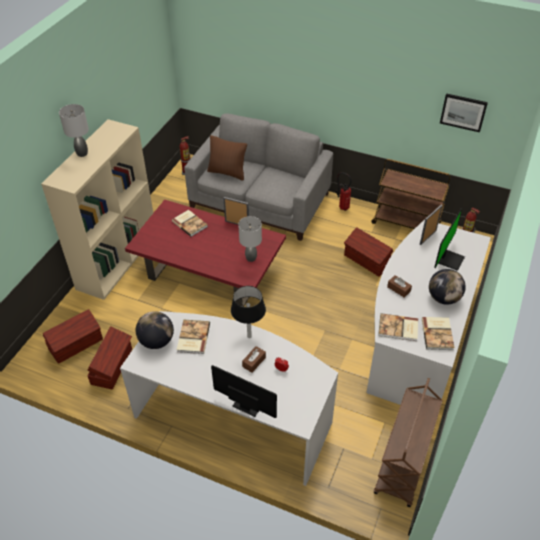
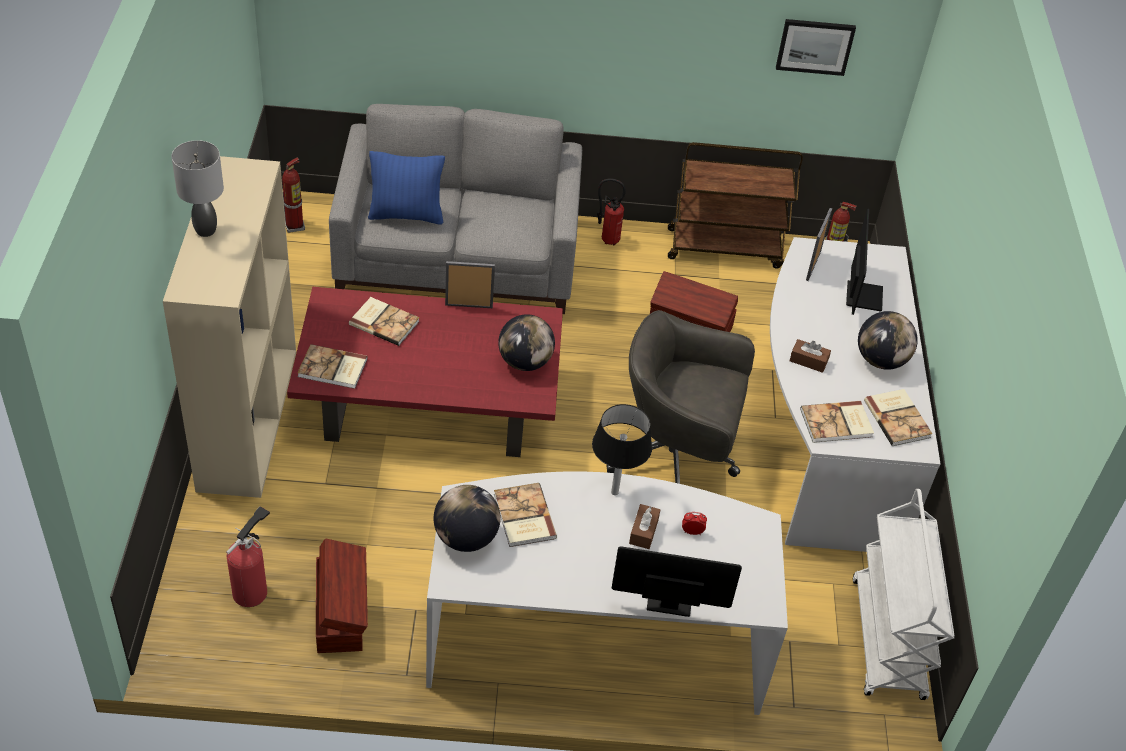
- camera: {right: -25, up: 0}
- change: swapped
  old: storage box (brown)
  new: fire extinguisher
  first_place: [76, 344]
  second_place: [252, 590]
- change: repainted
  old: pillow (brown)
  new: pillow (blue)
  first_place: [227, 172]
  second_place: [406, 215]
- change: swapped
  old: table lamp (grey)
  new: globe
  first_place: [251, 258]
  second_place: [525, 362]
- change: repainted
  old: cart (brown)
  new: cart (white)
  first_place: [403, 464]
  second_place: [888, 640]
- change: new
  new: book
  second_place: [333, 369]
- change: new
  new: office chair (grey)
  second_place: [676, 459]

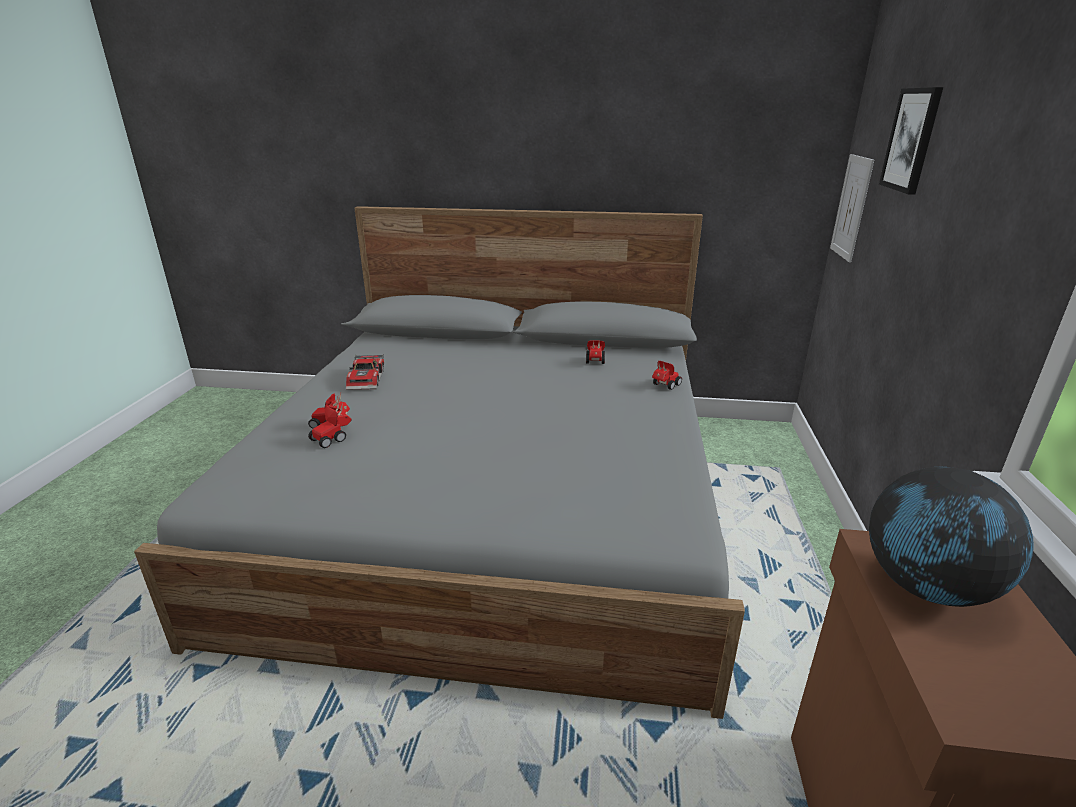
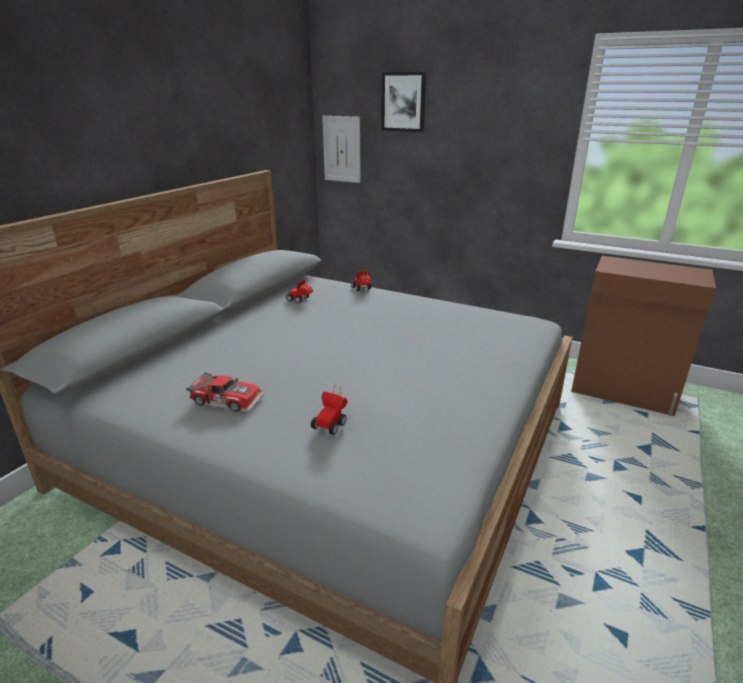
- camera: {right: -70, up: 0}
- change: gone
  old: toy car
  first_place: [333, 438]
- change: gone
  old: globe
  first_place: [927, 587]

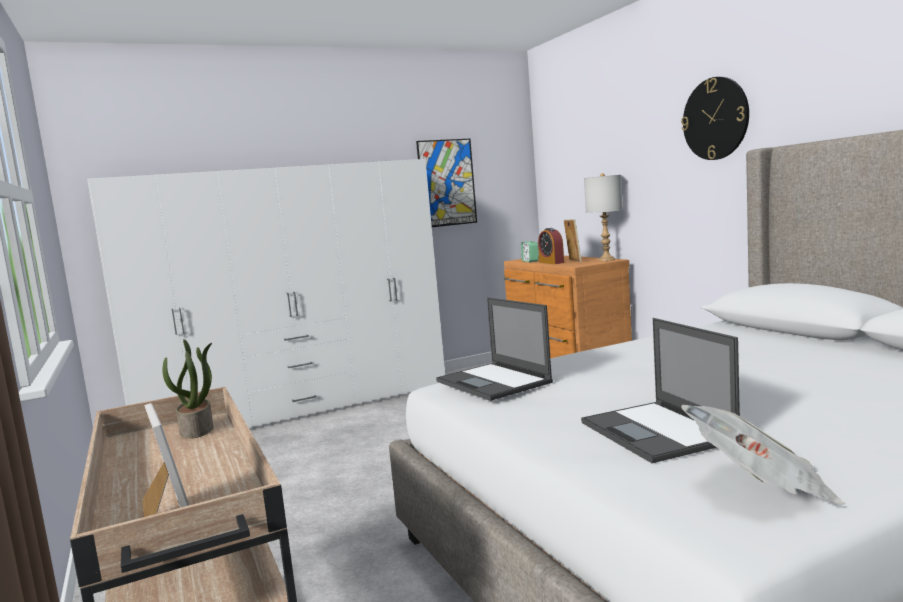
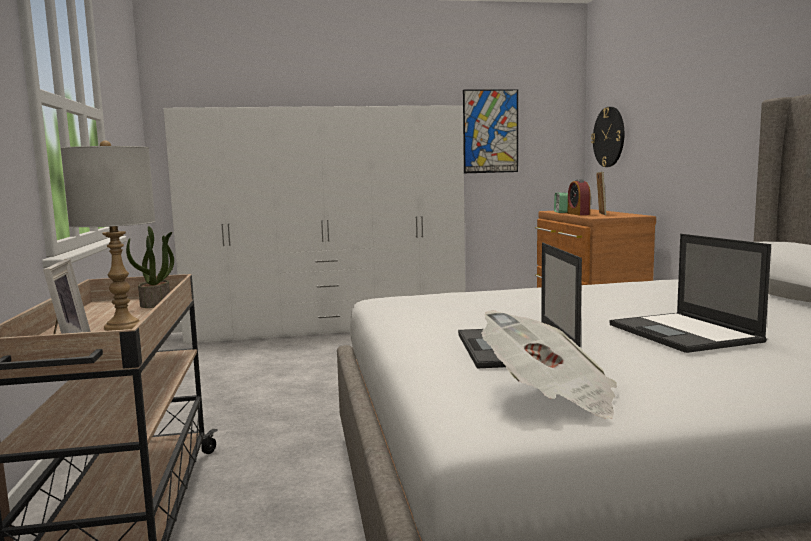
- camera: {right: 15, up: 0}
- change: shifted
  old: laptop
  first_place: [494, 382]
  second_place: [684, 333]
- change: shifted
  old: table lamp (grey)
  first_place: [606, 260]
  second_place: [122, 326]
- change: shifted
  old: wall clock
  first_place: [715, 119]
  second_place: [609, 137]

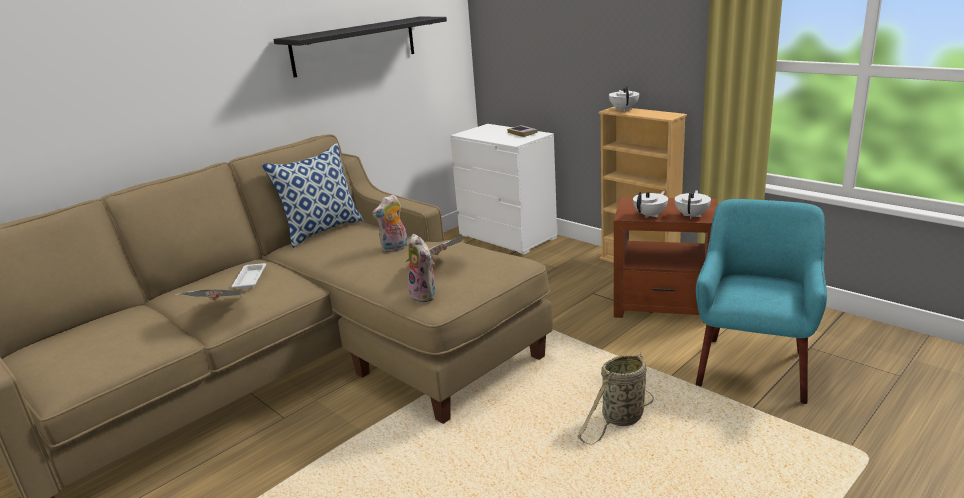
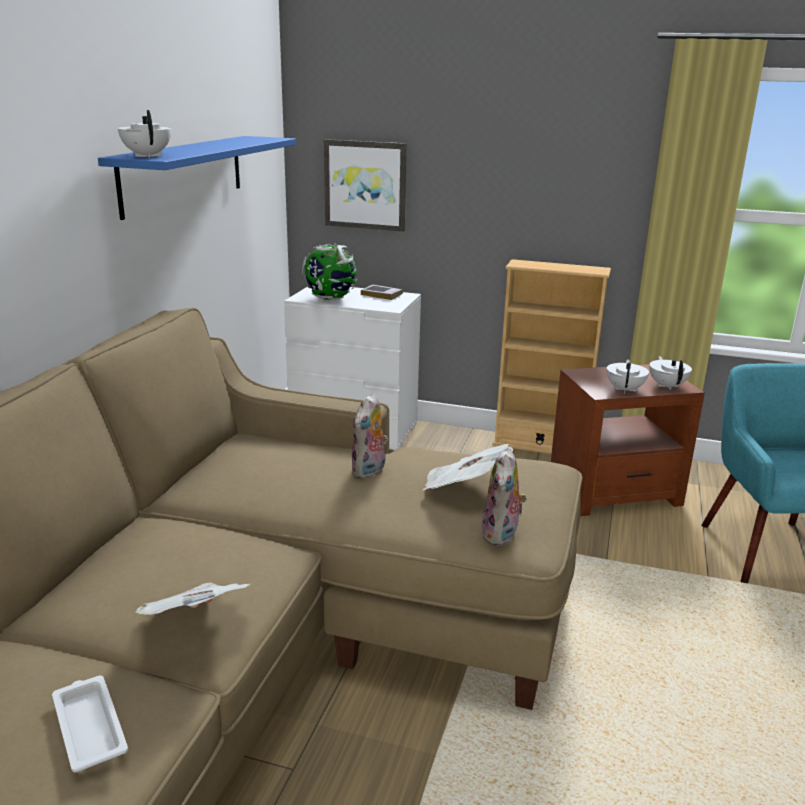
- camera: {right: -30, up: 0}
- change: shifted
  old: tray (white)
  first_place: [250, 279]
  second_place: [89, 727]
- change: gone
  old: pillow
  first_place: [322, 230]
- change: repainted
  old: shelf (black)
  new: shelf (blue)
  first_place: [354, 46]
  second_place: [184, 173]
- change: rotated
  old: plush toy
  first_place: [425, 295]
  second_place: [502, 535]
  degrees: 75
- change: gone
  old: basket
  first_place: [621, 419]
- change: shifted
  old: teapot (white)
  first_place: [624, 109]
  second_place: [147, 156]
- change: new
  new: globe
  second_place: [330, 299]
- change: new
  new: picture
  second_place: [365, 185]

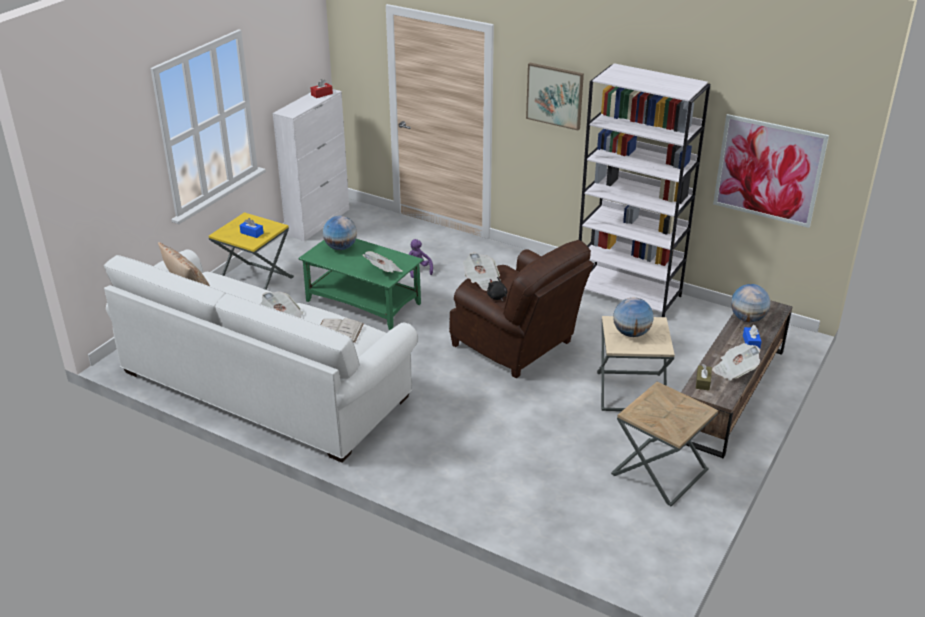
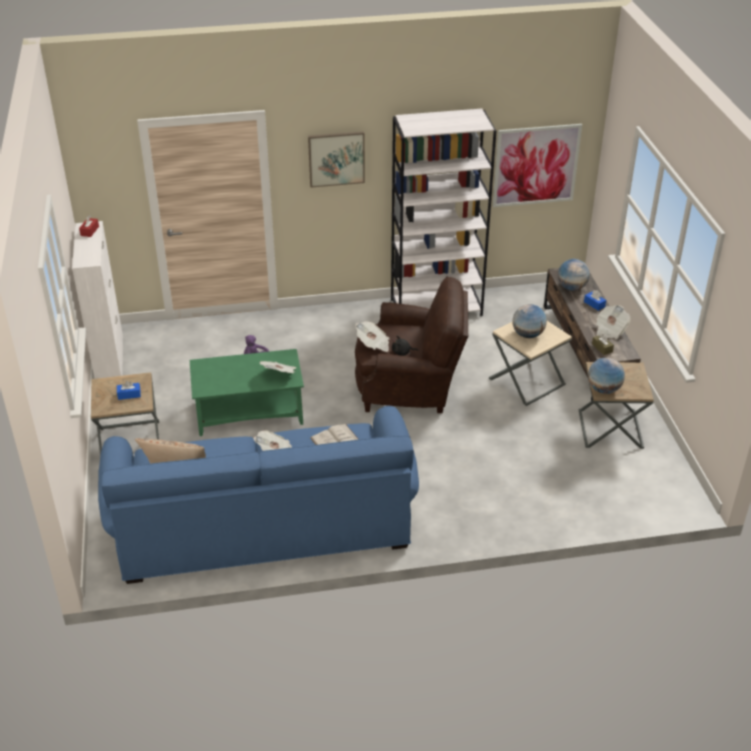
- camera: {right: -40, up: 5}
- change: repainted
  old: sofa (white)
  new: sofa (blue)
  first_place: [265, 384]
  second_place: [263, 523]
- change: repainted
  old: side table (yellow)
  new: side table (brown)
  first_place: [255, 283]
  second_place: [130, 443]
- change: shifted
  old: globe
  first_place: [340, 247]
  second_place: [603, 389]

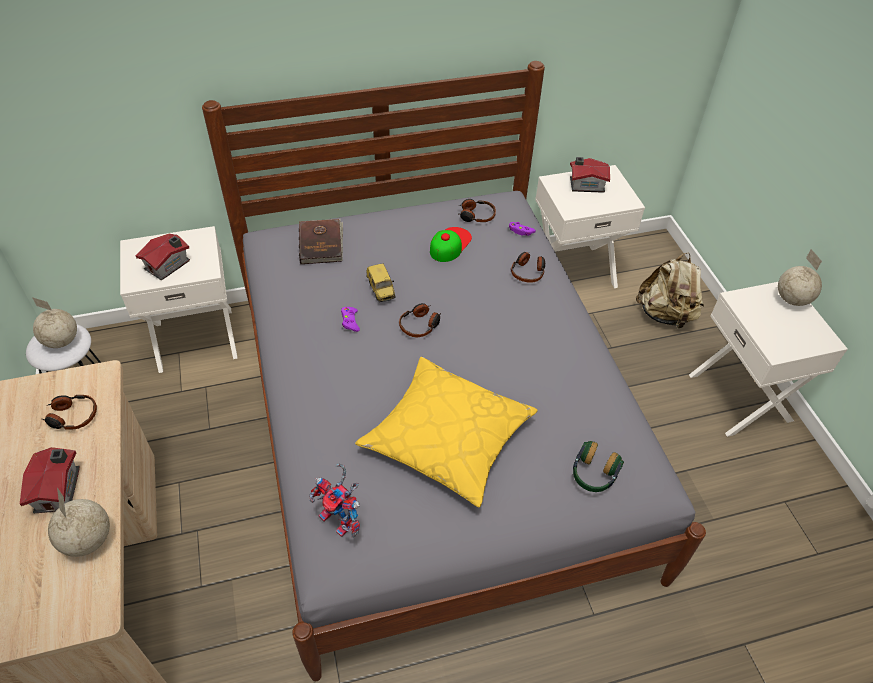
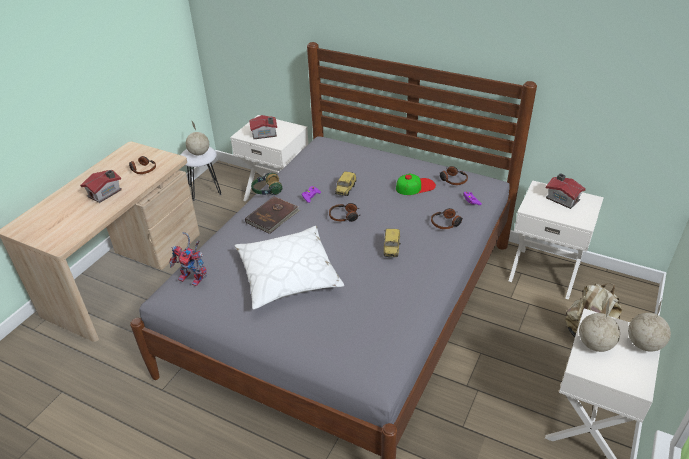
- camera: {right: 45, up: -10}
- change: shifted
  old: globe
  first_place: [88, 539]
  second_place: [595, 344]
- change: shifted
  old: book (brown)
  first_place: [321, 243]
  second_place: [273, 216]
- change: rotated
  old: toy robot
  first_place: [342, 520]
  second_place: [194, 278]
  degrees: -60
- change: repainted
  old: pillow (yellow)
  new: pillow (white)
  first_place: [447, 438]
  second_place: [288, 275]
- change: shifted
  old: headphones
  first_place: [593, 475]
  second_place: [266, 190]
- change: new
  new: toy car
  second_place: [392, 249]

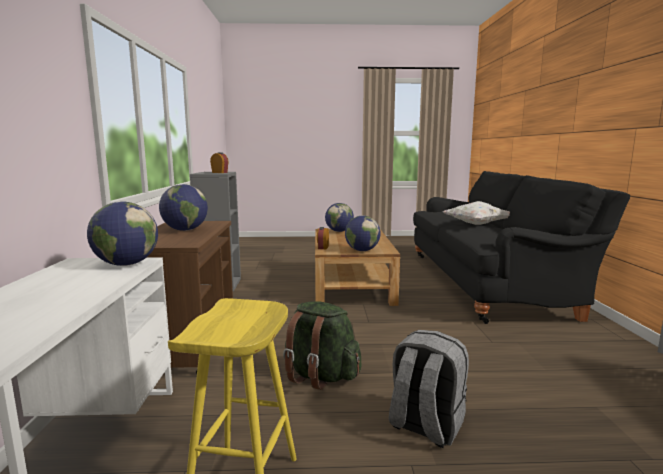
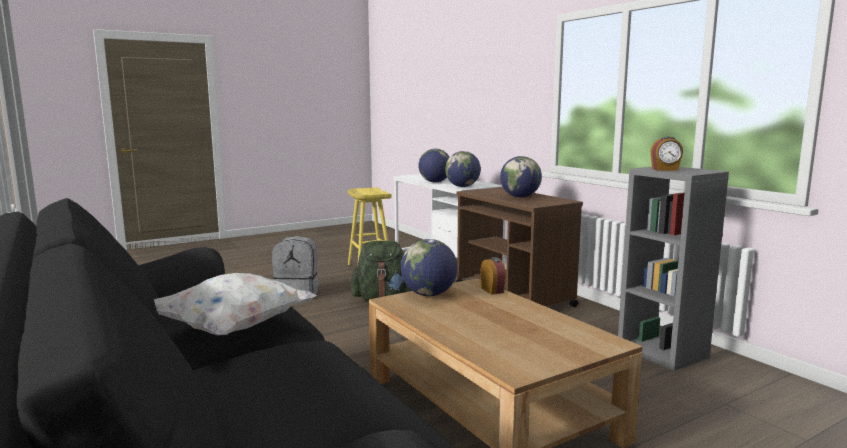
- camera: {right: 150, up: 0}
- change: shifted
  old: globe
  first_place: [339, 231]
  second_place: [435, 182]

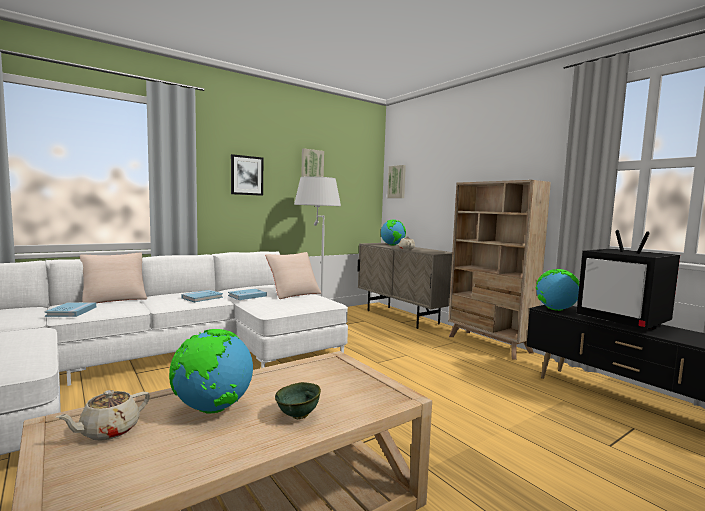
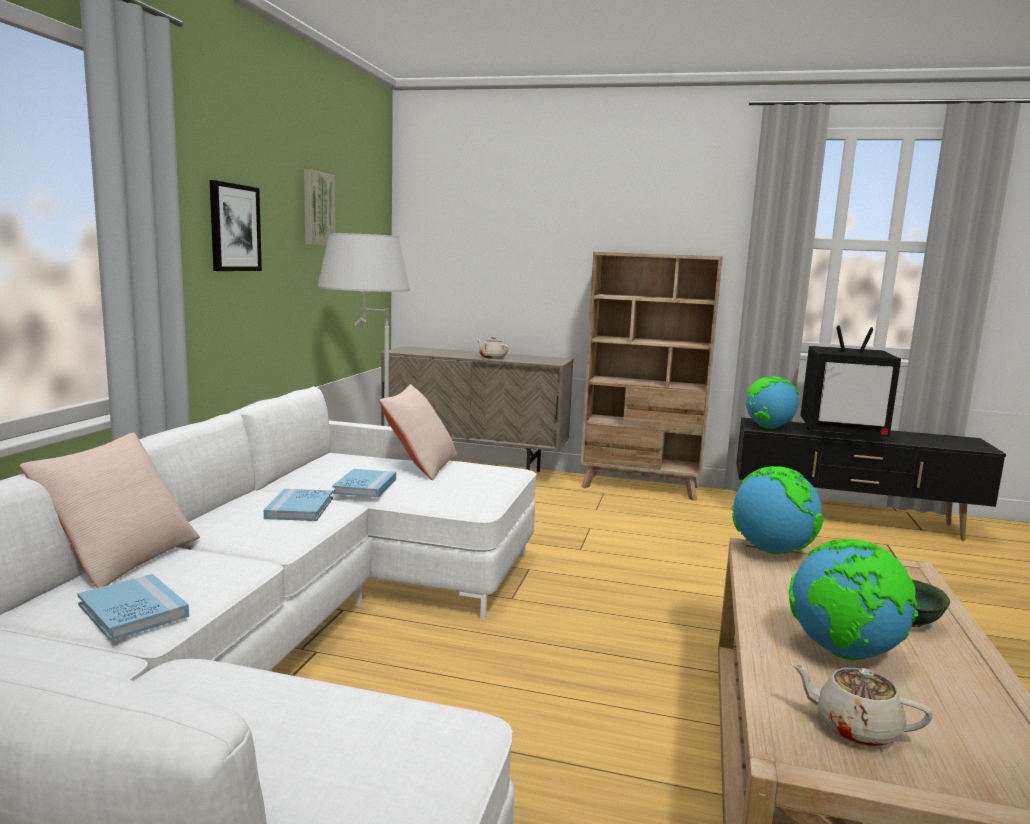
- camera: {right: -40, up: 5}
- change: rotated
  old: teapot (beige)
  first_place: [108, 431]
  second_place: [854, 728]
  degrees: 120
- change: shifted
  old: globe
  first_place: [392, 245]
  second_place: [771, 551]
- change: gone
  old: picture
  first_place: [397, 182]

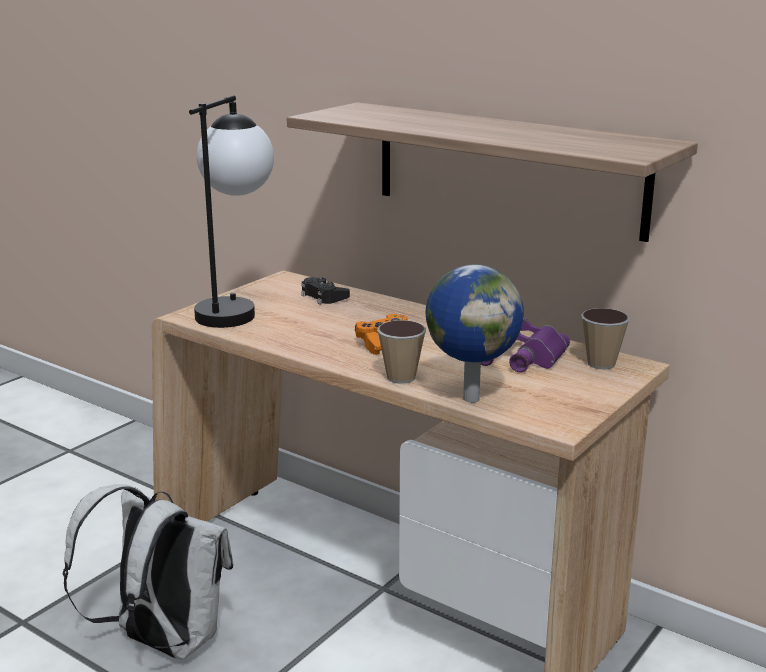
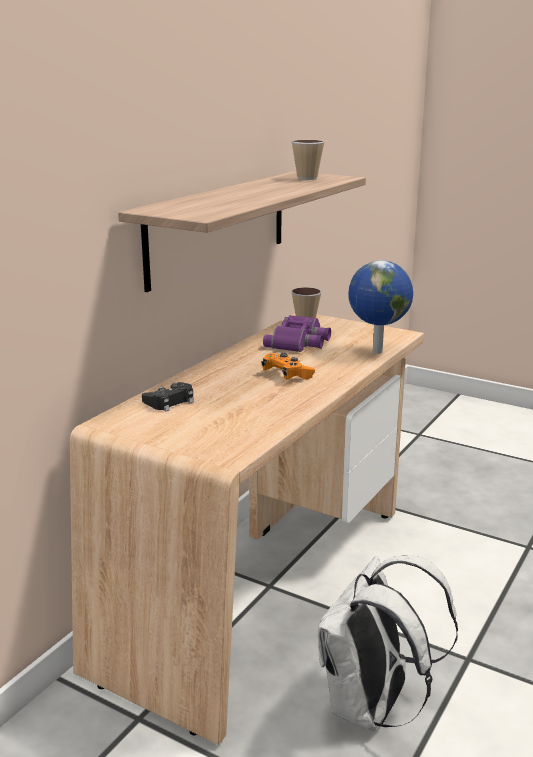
- camera: {right: -95, up: 0}
- change: gone
  old: table lamp
  first_place: [235, 308]
- change: shifted
  old: cup
  first_place: [401, 377]
  second_place: [307, 178]

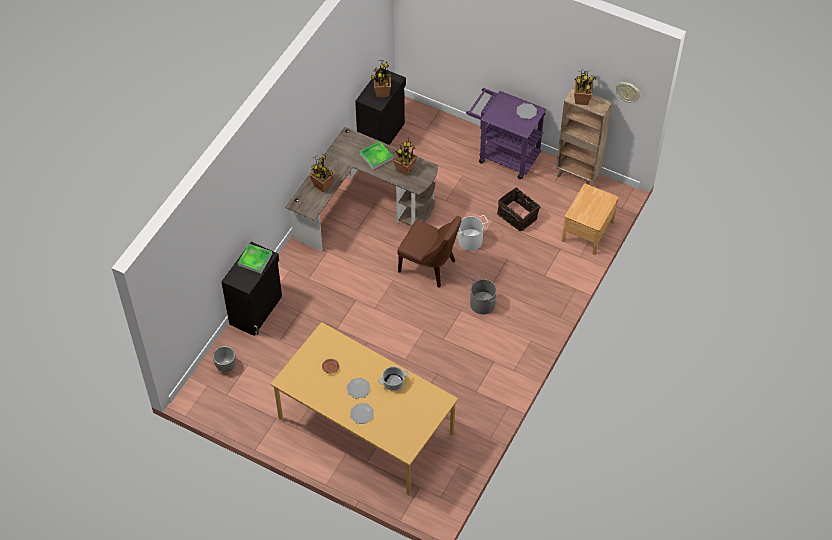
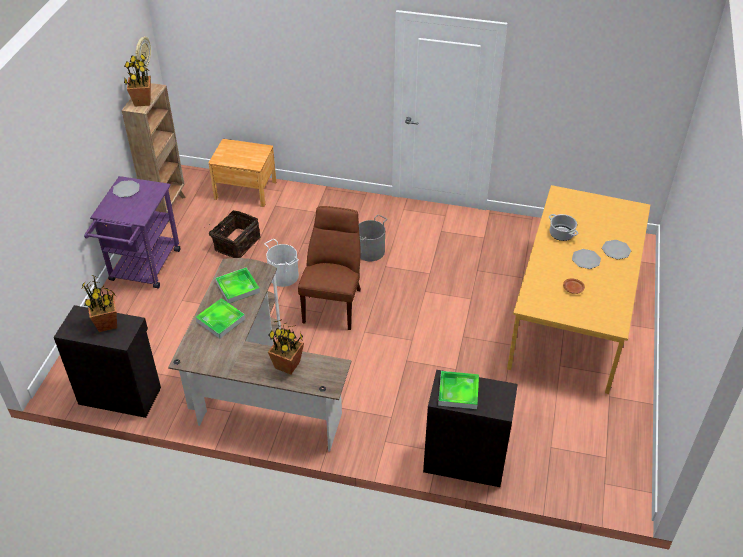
- camera: {right: -105, up: -10}
- change: gone
  old: planter (grey)
  first_place: [226, 366]
- change: swapped
  old: potted plant
  new: tray
  first_place: [405, 169]
  second_place: [237, 287]

